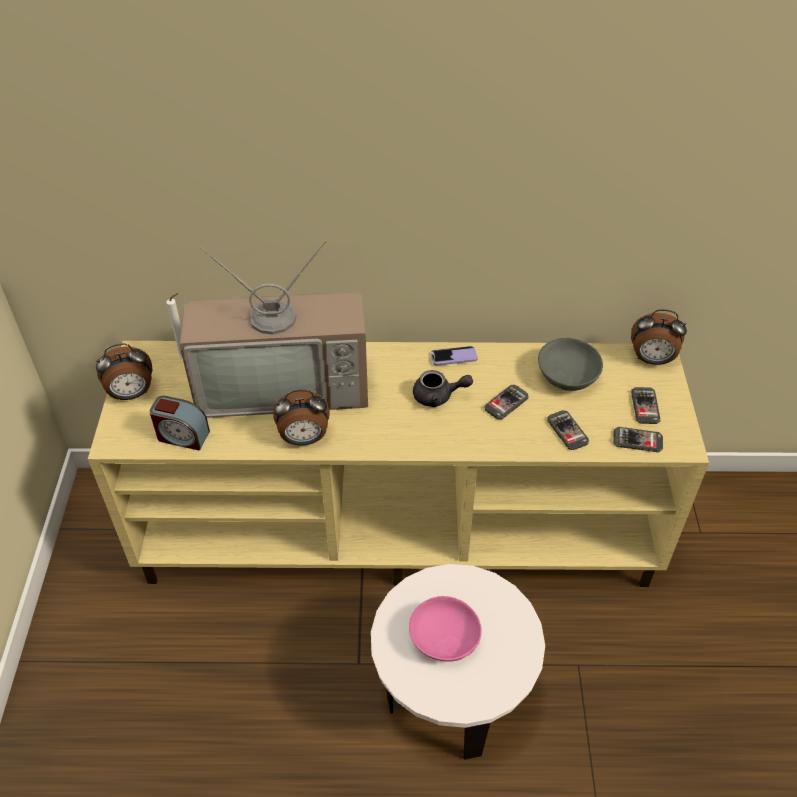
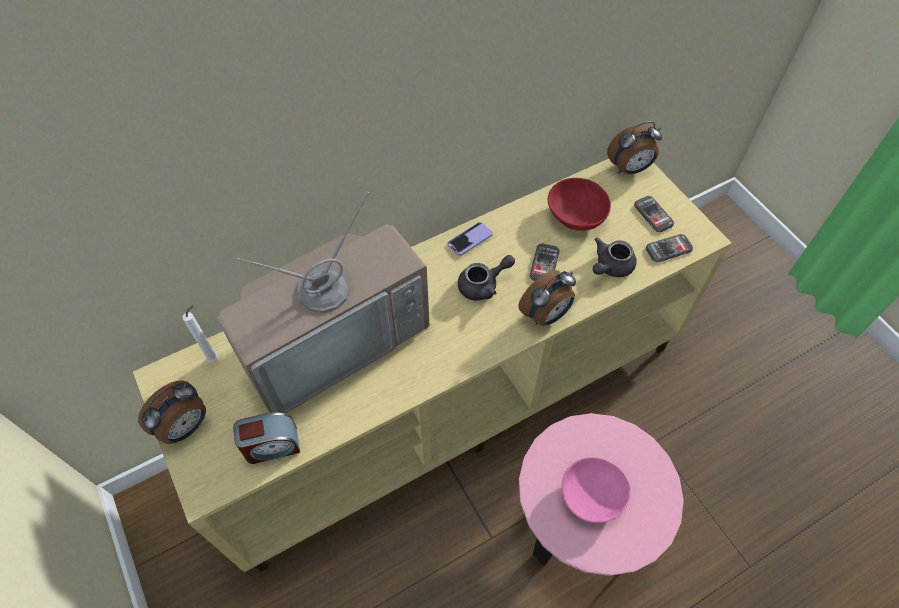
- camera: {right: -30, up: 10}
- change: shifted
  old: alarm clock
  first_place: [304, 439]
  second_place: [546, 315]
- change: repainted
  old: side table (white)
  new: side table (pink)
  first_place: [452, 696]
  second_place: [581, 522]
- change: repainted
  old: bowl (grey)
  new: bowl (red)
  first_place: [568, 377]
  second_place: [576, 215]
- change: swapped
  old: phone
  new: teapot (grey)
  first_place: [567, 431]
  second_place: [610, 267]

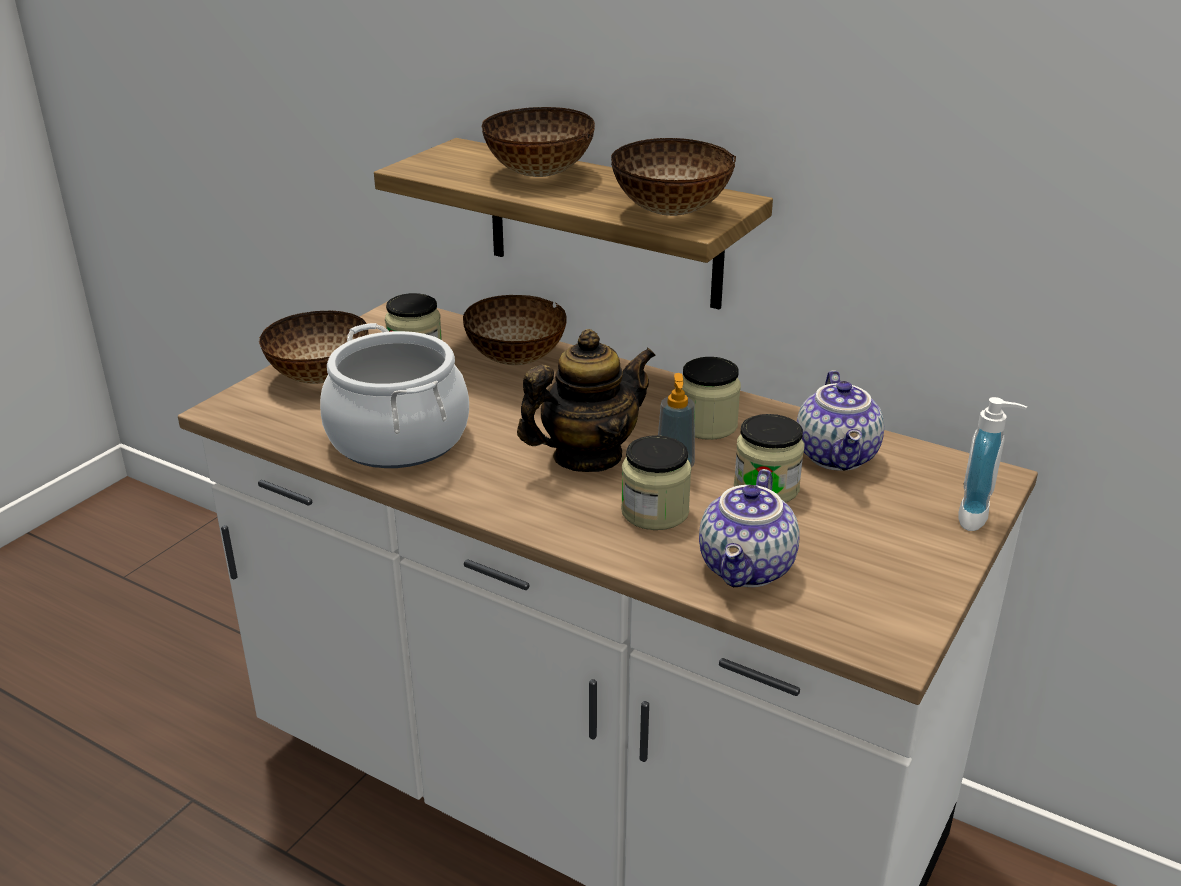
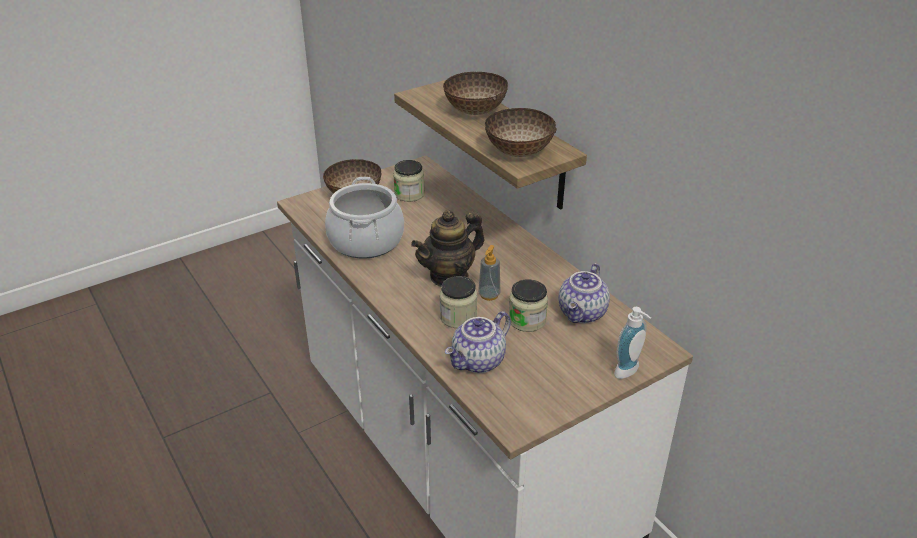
- camera: {right: 25, up: 5}
- change: gone
  old: bowl
  first_place: [516, 360]
- change: rotated
  old: teapot
  first_place: [587, 457]
  second_place: [449, 276]
  degrees: 150
- change: gone
  old: jar
  first_place: [707, 425]

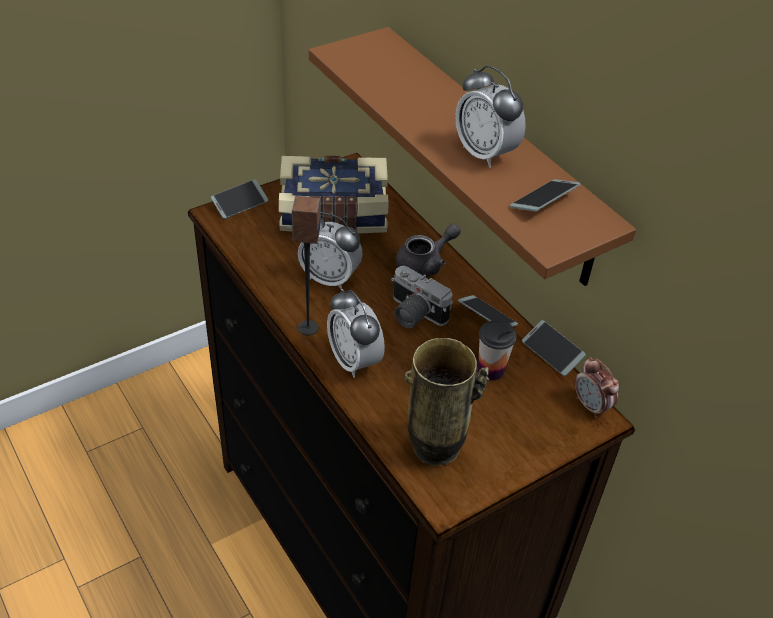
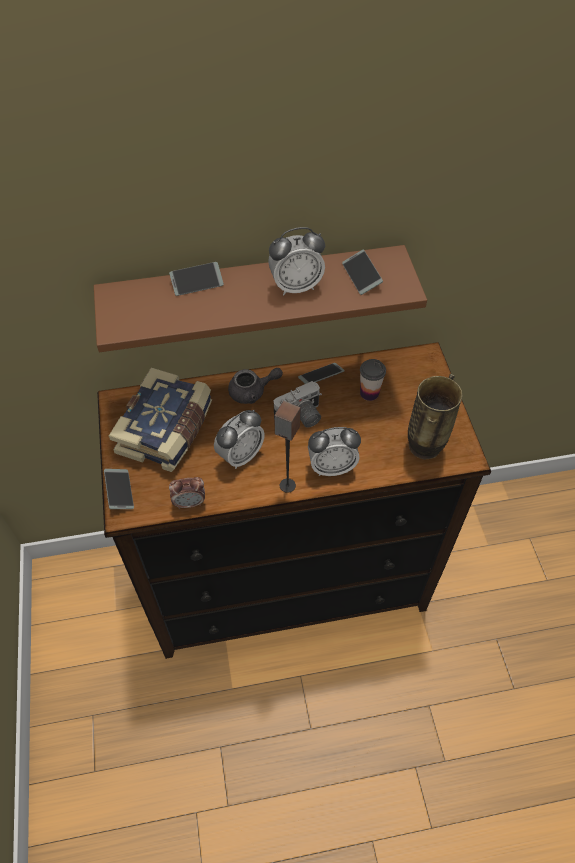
- camera: {right: -65, up: 10}
- change: rotated
  old: teapot (grey)
  first_place: [425, 264]
  second_place: [252, 392]
  degrees: 90
- change: shifted
  old: phone
  first_place: [552, 352]
  second_place: [197, 283]
- change: shifted
  old: alarm clock
  first_place: [591, 406]
  second_place: [189, 503]

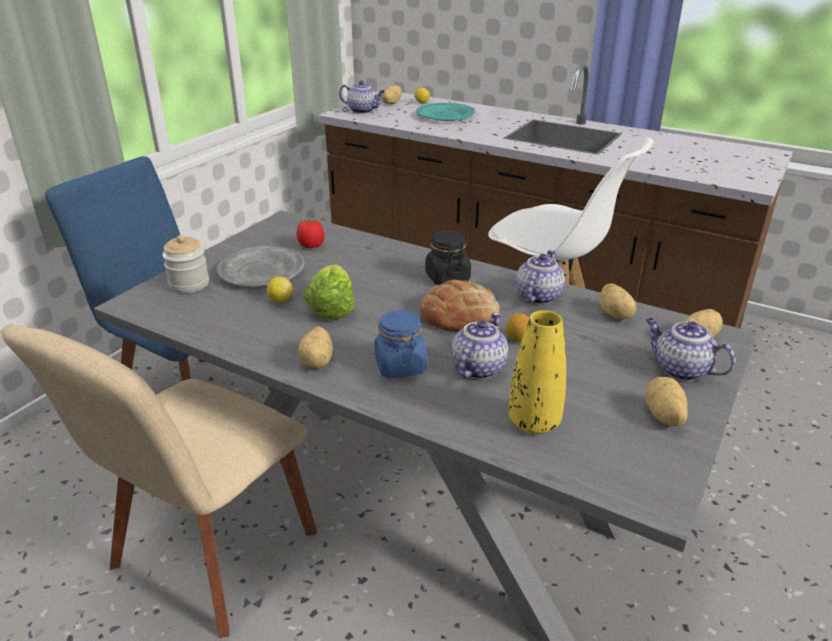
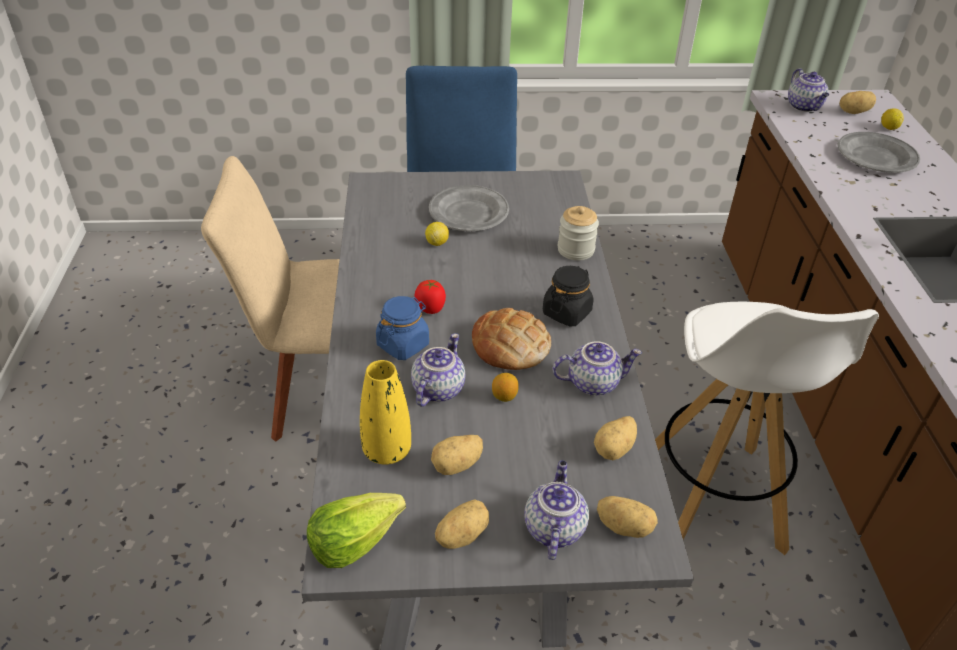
- camera: {right: 55, up: 10}
- change: shifted
  old: jar
  first_place: [189, 284]
  second_place: [575, 250]
- change: shifted
  old: tomato
  first_place: [311, 246]
  second_place: [430, 308]
- change: shifted
  old: potato
  first_place: [318, 361]
  second_place: [457, 465]
- change: shifted
  old: lettuce
  first_place: [331, 308]
  second_place: [354, 540]
- change: repainted
  old: plate (turquoise)
  new: plate (grey)
  first_place: [445, 116]
  second_place: [876, 157]
- change: rotated
  old: teapot
  first_place: [477, 368]
  second_place: [437, 388]
  degrees: -60

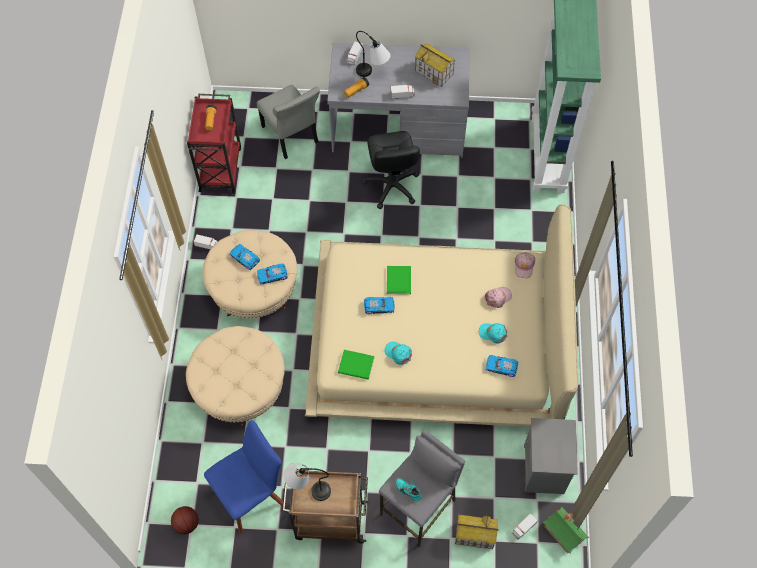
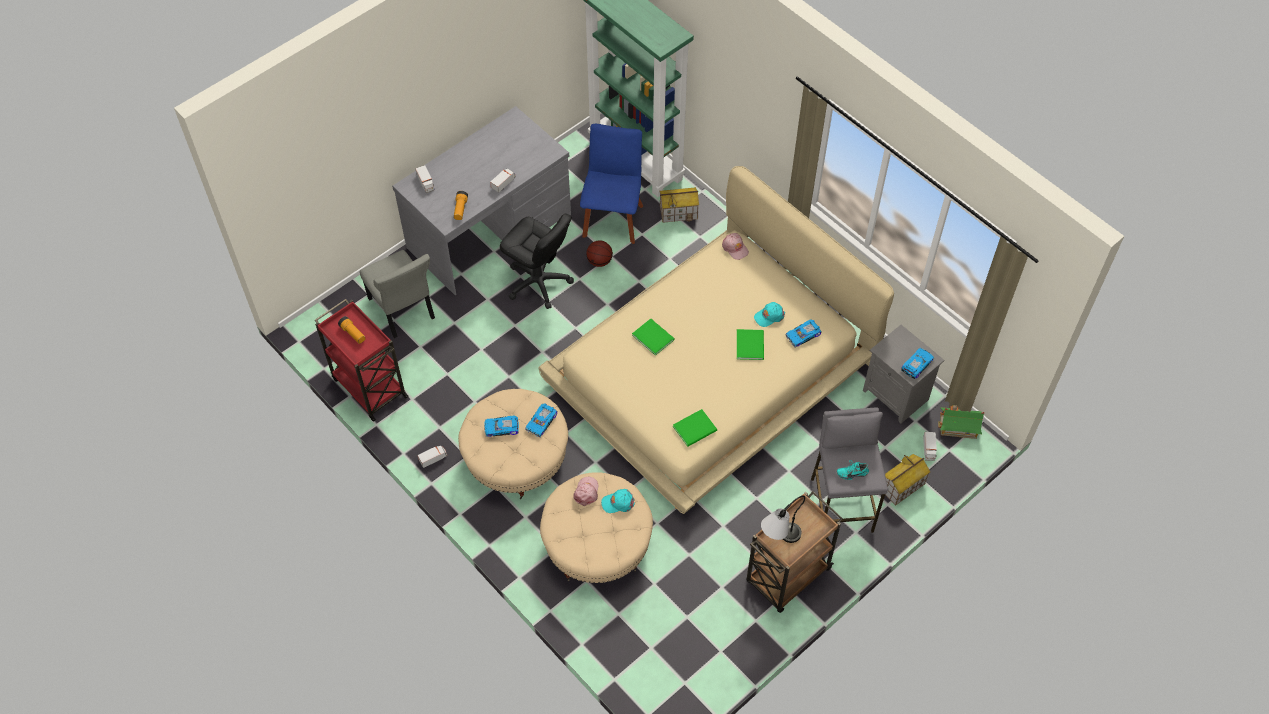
- camera: {right: -45, up: -5}
- change: shifted
  old: basketball
  first_place: [186, 523]
  second_place: [599, 261]
- change: shifted
  old: chair (blue)
  first_place: [251, 494]
  second_place: [613, 218]
- change: rotated
  old: chair (grey)
  first_place: [291, 136]
  second_place: [402, 310]
  degrees: 45
- change: gone
  old: table lamp
  first_place: [373, 75]
- change: shifted
  old: toy car
  first_place: [379, 306]
  second_place: [916, 364]
- change: shifted
  old: cap (turquoise)
  first_place: [398, 353]
  second_place: [618, 502]
- change: shifted
  old: toy house
  first_place: [434, 72]
  second_place: [678, 212]
- change: shifted
  old: cap (pink)
  first_place: [498, 297]
  second_place: [586, 492]
- change: new
  new: book (green)
  second_place: [751, 344]

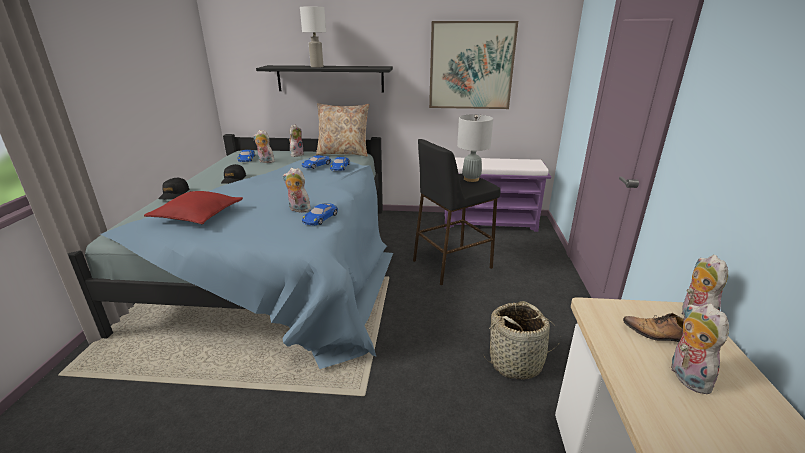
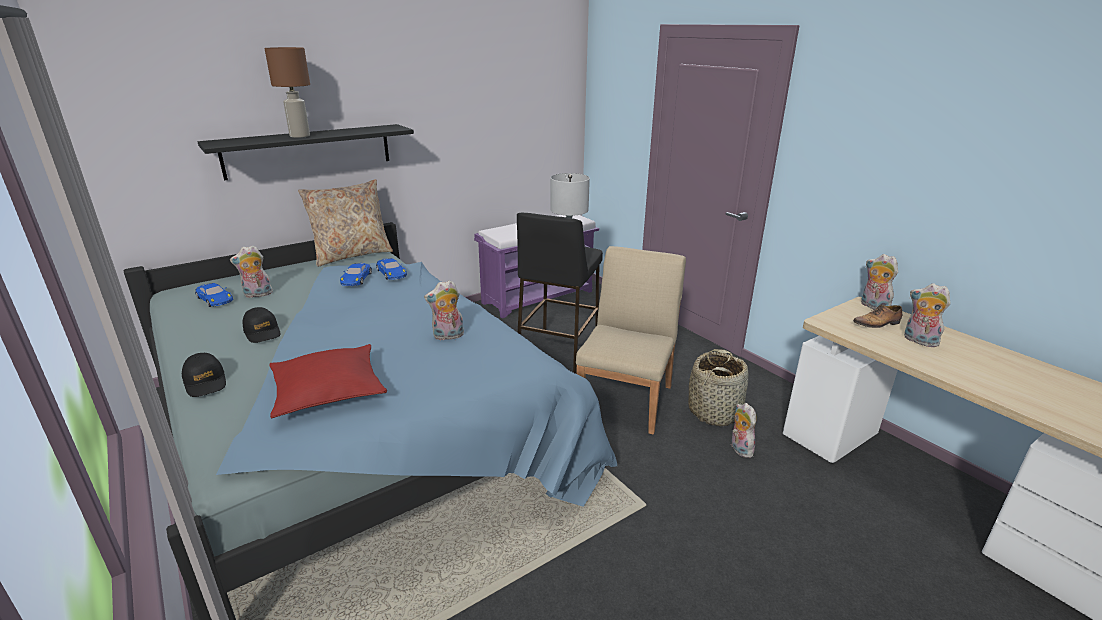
- camera: {right: -40, up: 0}
- change: shifted
  old: plush toy
  first_place: [296, 154]
  second_place: [739, 449]
- change: repainted
  old: table lamp (white)
  new: table lamp (brown)
  first_place: [316, 67]
  second_place: [299, 136]
- change: gone
  old: toy car (blue)
  first_place: [320, 218]
- change: gone
  old: picture
  first_place: [471, 66]
- change: new
  new: chair (beige)
  second_place: [626, 400]

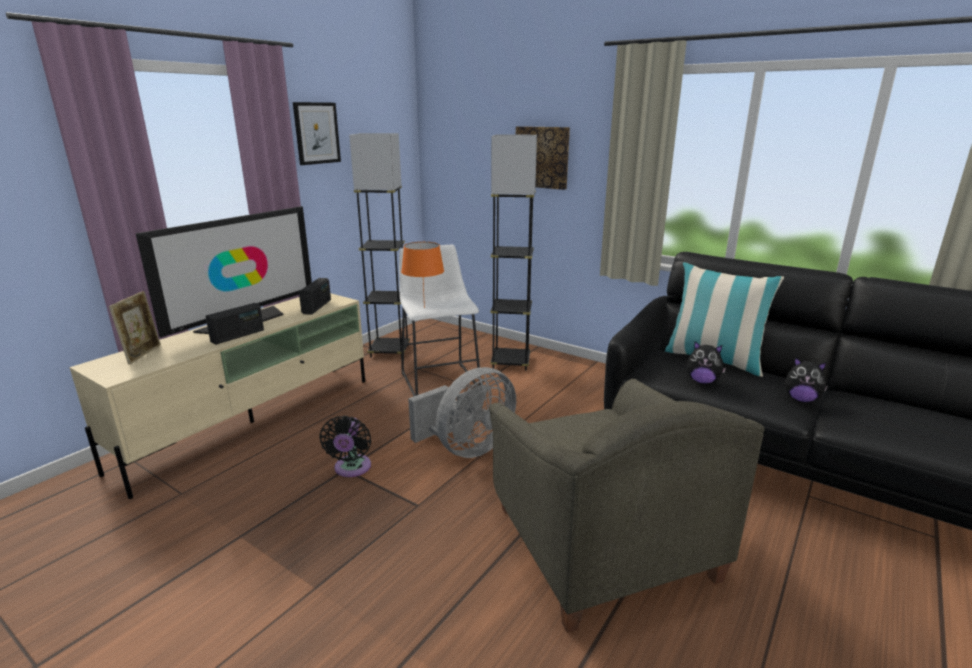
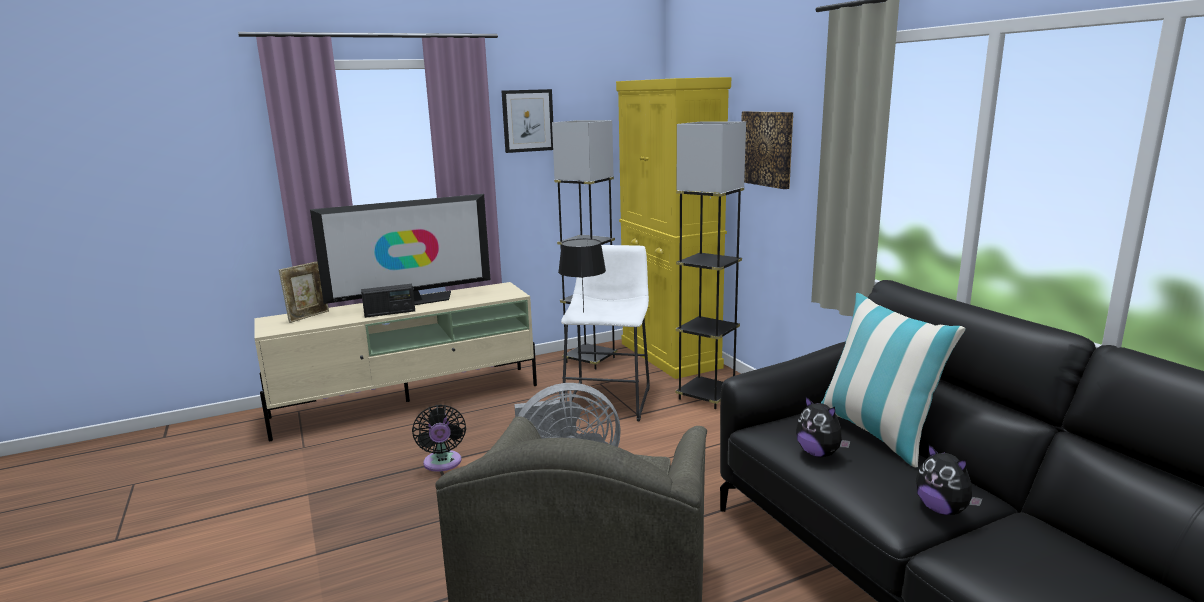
- camera: {right: 30, up: -5}
- change: gone
  old: radio
  first_place: [317, 307]
- change: rotated
  old: fan (black)
  first_place: [351, 469]
  second_place: [442, 464]
  degrees: -45
- change: repainted
  old: table lamp (orange)
  new: table lamp (black)
  first_place: [424, 308]
  second_place: [583, 312]
- change: new
  new: cabinet (yellow)
  second_place: [670, 355]

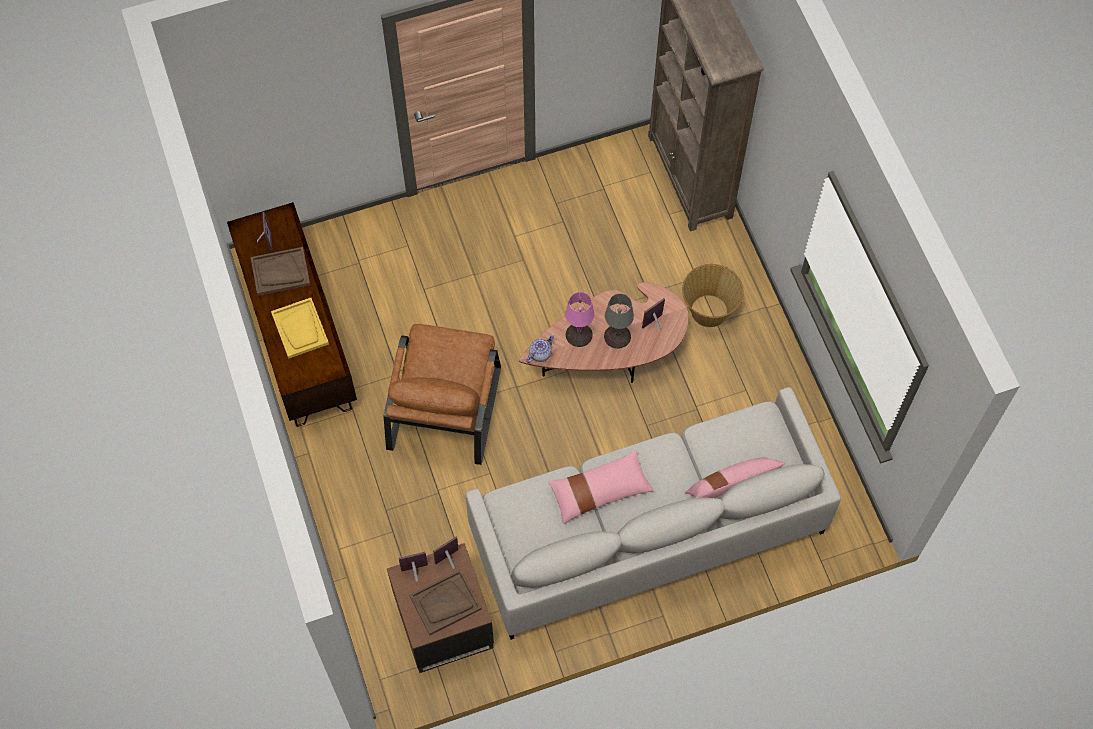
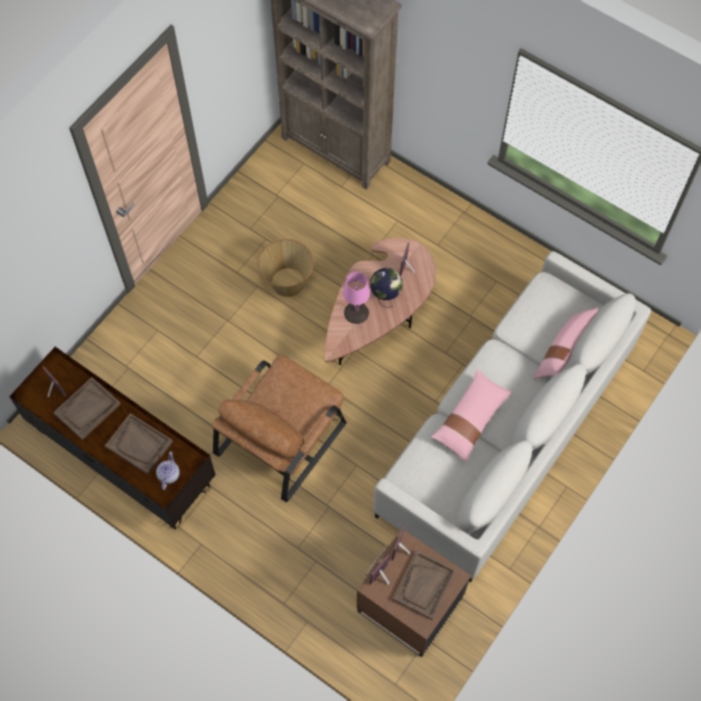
- camera: {right: -35, up: 0}
- change: repainted
  old: tray (yellow)
  new: tray (brown)
  first_place: [300, 329]
  second_place: [139, 444]
- change: rotated
  old: armchair (brown)
  first_place: [444, 406]
  second_place: [281, 436]
  degrees: 60
- change: shifted
  old: teapot
  first_place: [540, 353]
  second_place: [168, 474]
- change: swapped
  old: table lamp (grey)
  new: globe
  first_place: [617, 336]
  second_place: [385, 295]
- change: shifted
  old: basket
  first_place: [709, 310]
  second_place: [287, 281]

